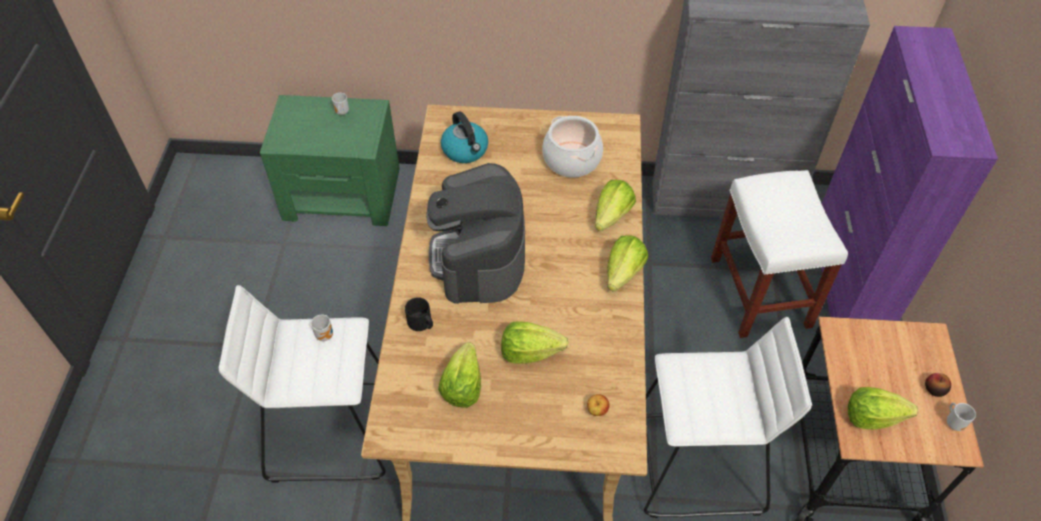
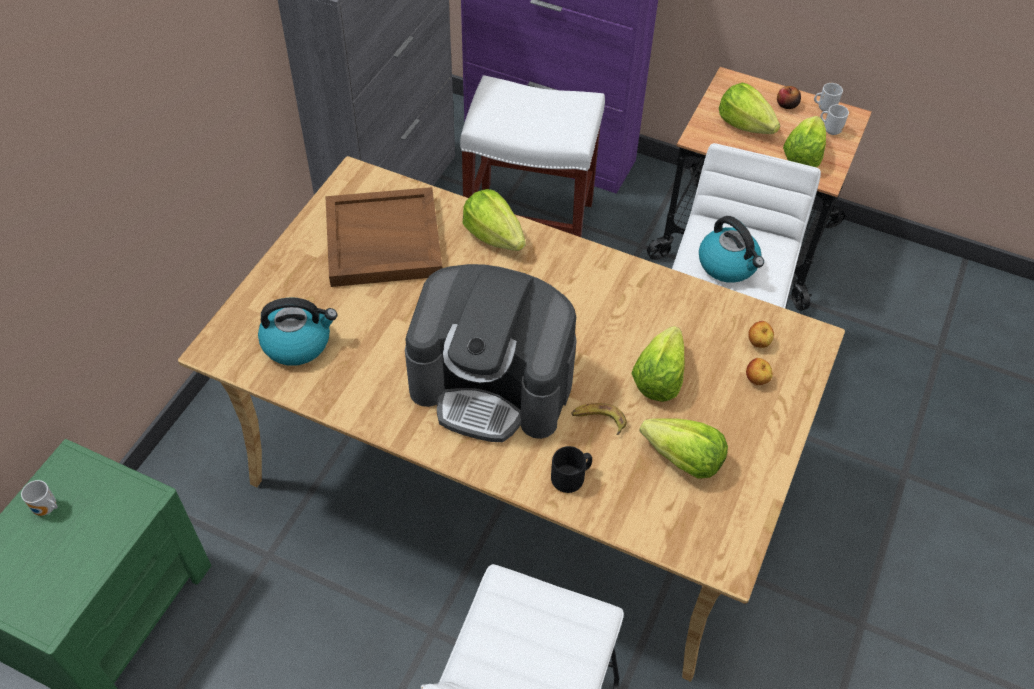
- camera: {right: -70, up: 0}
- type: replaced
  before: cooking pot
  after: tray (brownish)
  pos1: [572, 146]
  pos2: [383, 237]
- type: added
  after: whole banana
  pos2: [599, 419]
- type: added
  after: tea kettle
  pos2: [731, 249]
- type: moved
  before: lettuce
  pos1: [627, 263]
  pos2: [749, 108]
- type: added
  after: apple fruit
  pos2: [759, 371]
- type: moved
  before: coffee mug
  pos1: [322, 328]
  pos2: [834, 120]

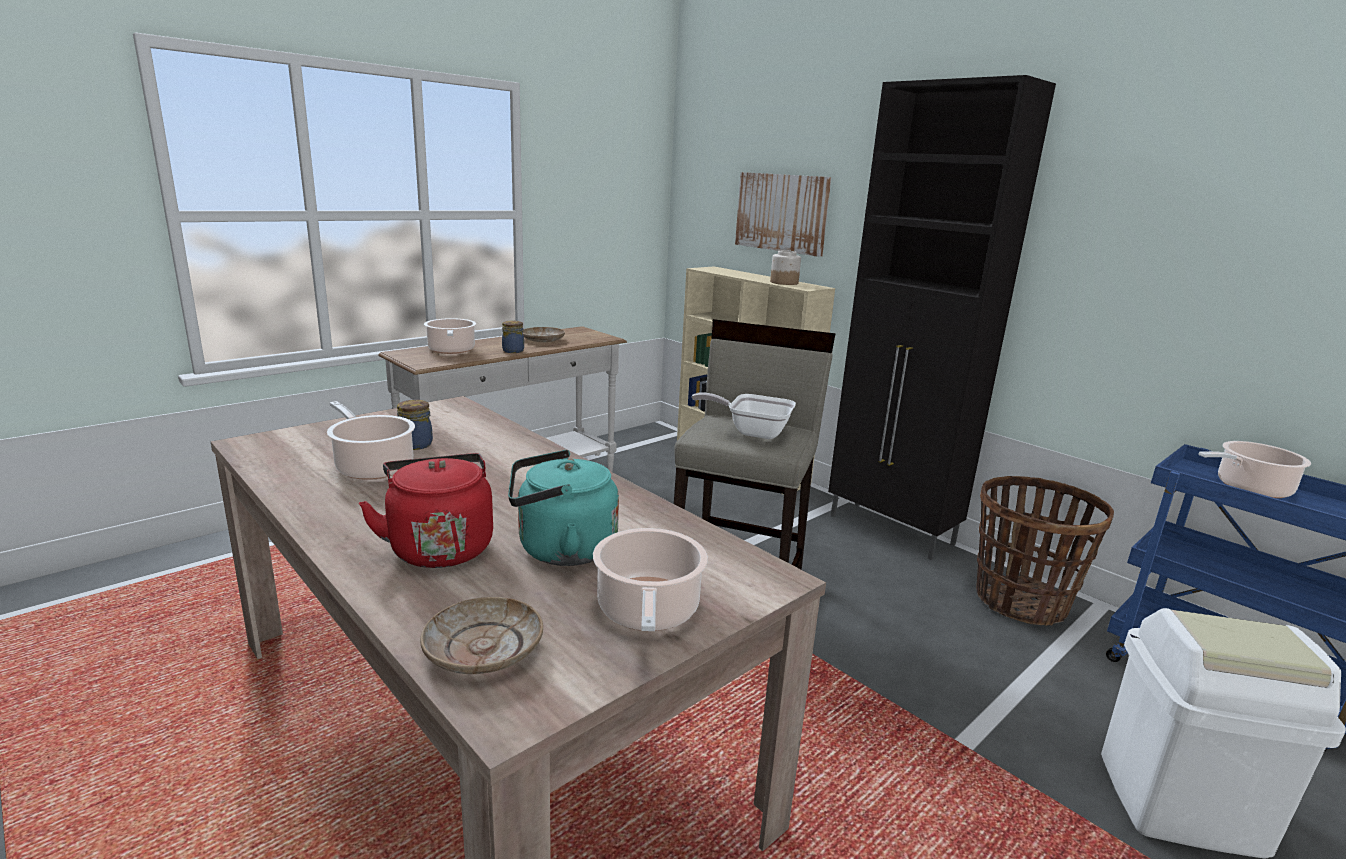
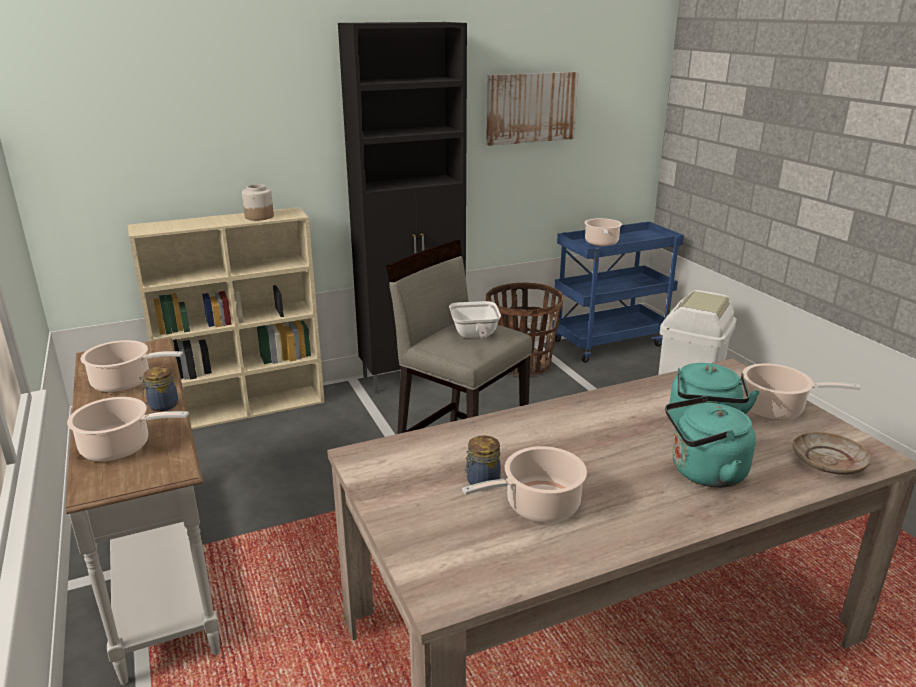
- camera: {right: -70, up: 5}
- type: replaced
  before: flat dish (beige)
  after: cooking pot
  pos1: [544, 334]
  pos2: [132, 366]
- type: turned
  before: pan
  pos1: [744, 415]
  pos2: [475, 320]
  turn: -45
- type: moved
  before: wall art
  pos1: [783, 214]
  pos2: [532, 109]
- type: recoloured
  before: tea kettle (reddish)
  after: tea kettle (blue-green)
  pos1: [426, 510]
  pos2: [710, 442]

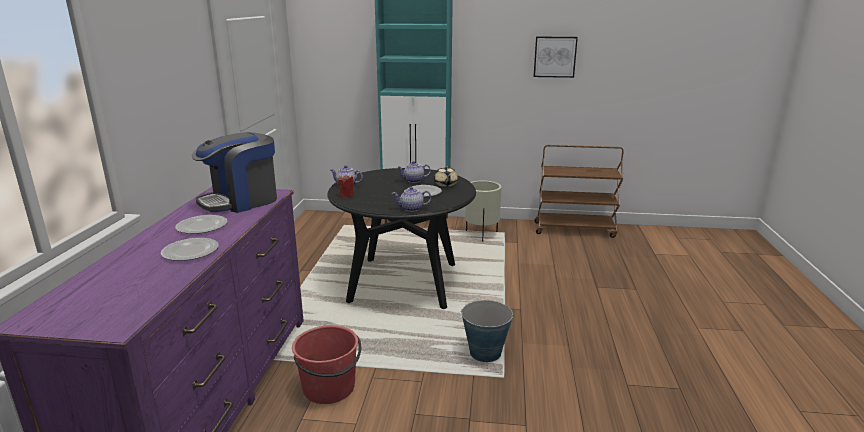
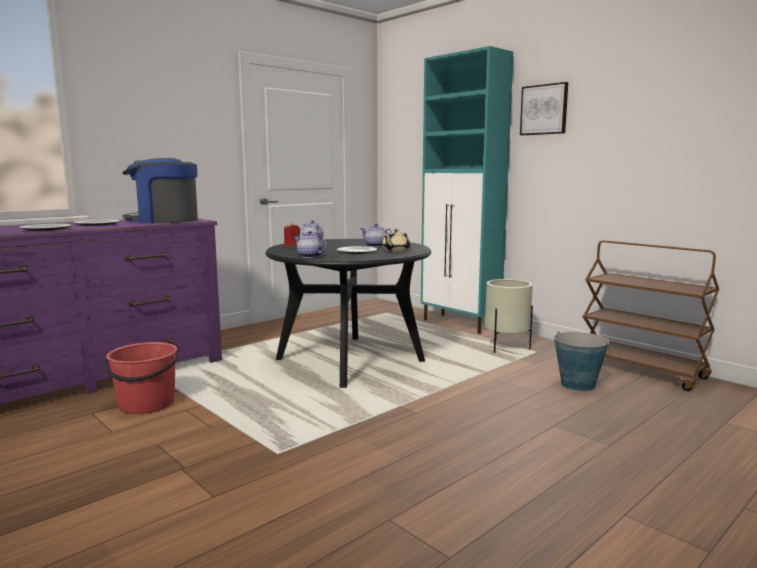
- camera: {right: 40, up: -10}
- type: moved
  before: wall art
  pos1: [555, 57]
  pos2: [544, 108]
- type: moved
  before: water bucket
  pos1: [487, 331]
  pos2: [582, 361]

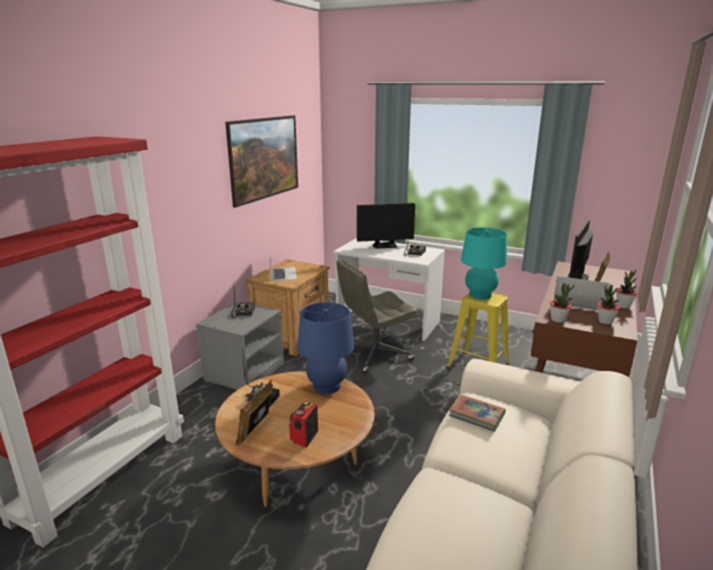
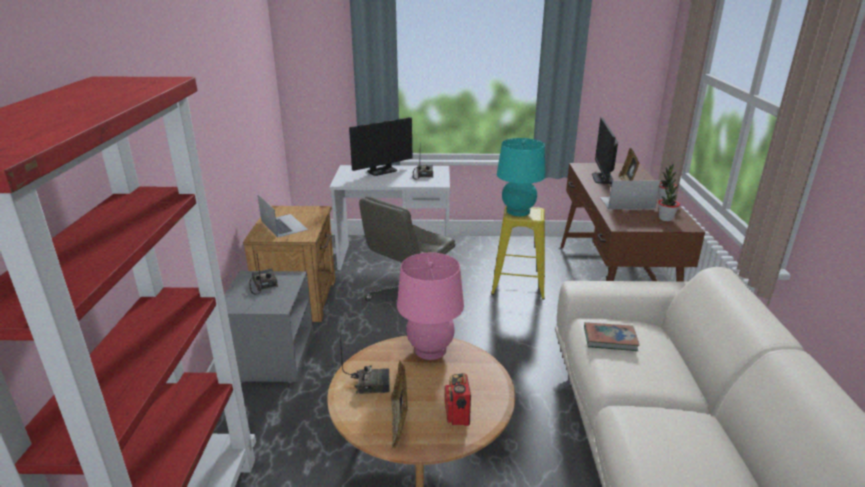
- camera: {right: -25, up: 5}
- type: recoloured
  before: lamp for a table (blue-coloured)
  after: lamp for a table (pinkish)
  pos1: [325, 348]
  pos2: [430, 306]
- type: removed
  before: wall art
  pos1: [261, 161]
- type: removed
  before: plant in a pot
  pos1: [562, 303]

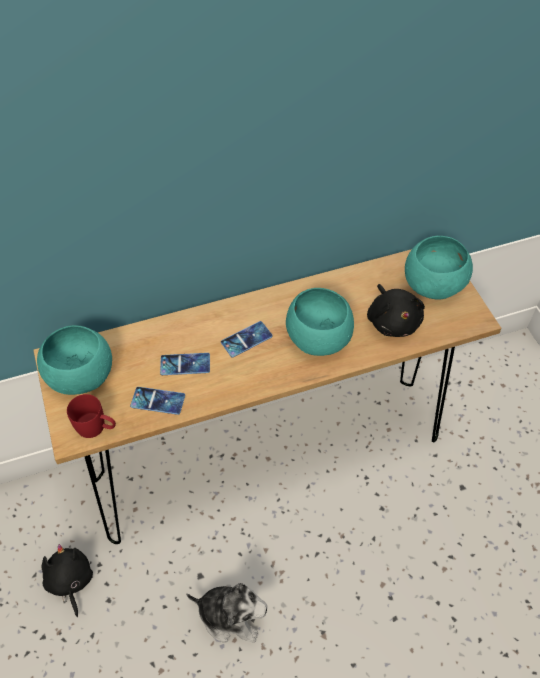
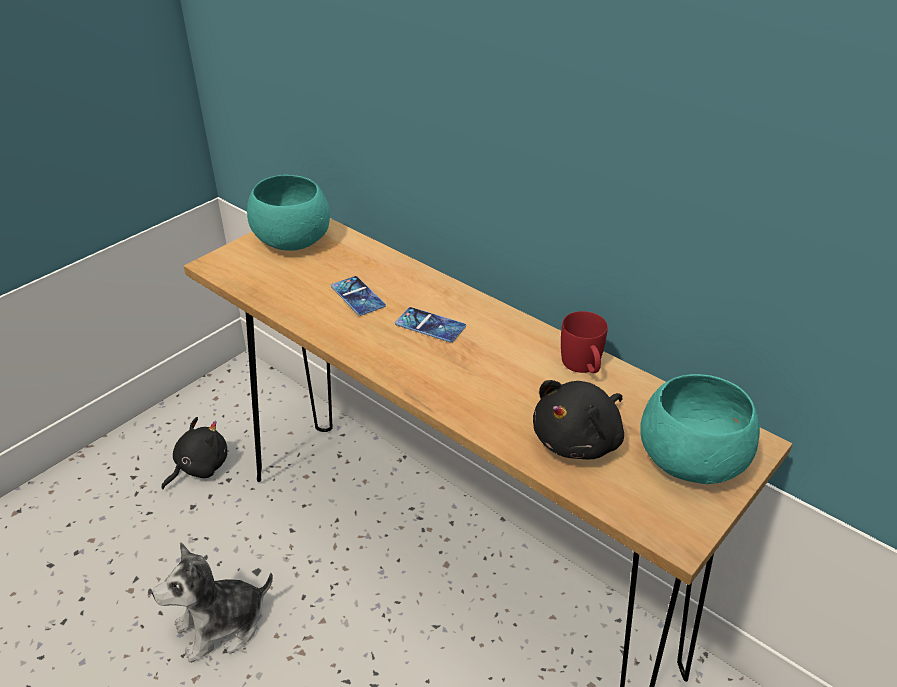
- camera: {right: 60, up: -15}
- type: turned
  before: soft toy
  pos1: [226, 613]
  pos2: [212, 602]
  turn: 75
- type: moved
  before: coffee mug (reddish)
  pos1: [91, 416]
  pos2: [584, 342]
- type: removed
  before: telephone
  pos1: [157, 401]
- type: removed
  before: serving bowl (blue-green)
  pos1: [320, 322]

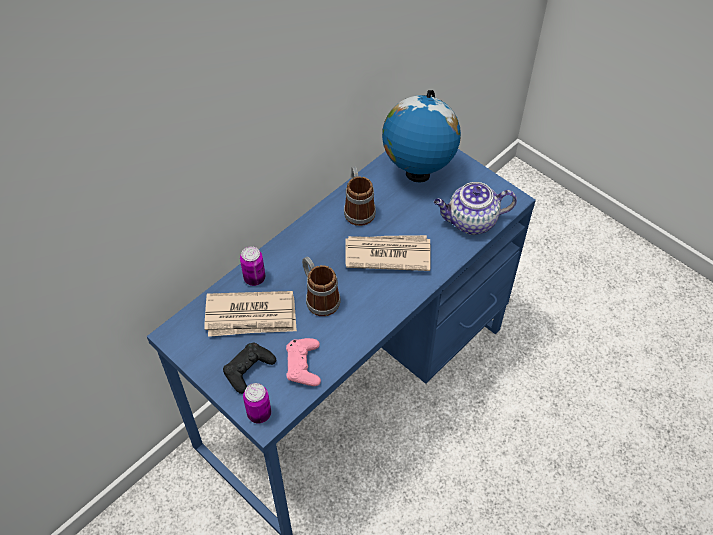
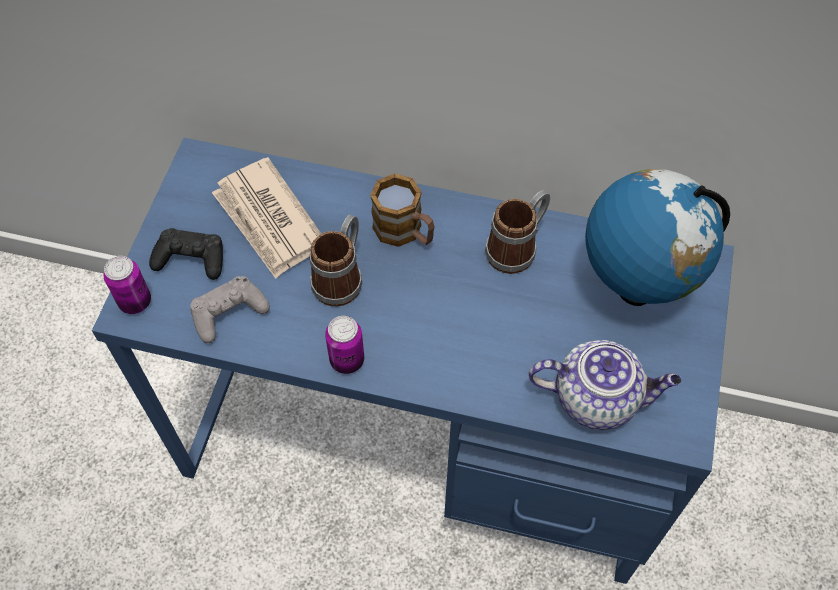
- camera: {right: 60, up: 5}
- type: recoloured
  before: game controller (pinkish)
  after: game controller (greyish)
  pos1: [303, 362]
  pos2: [230, 309]
- type: moved
  before: sealed can
  pos1: [252, 266]
  pos2: [344, 345]
- type: added
  after: coffee mug
  pos2: [402, 210]
- type: turned
  before: teapot
  pos1: [475, 208]
  pos2: [605, 385]
  turn: 135
- type: removed
  before: daily paper
  pos1: [387, 253]

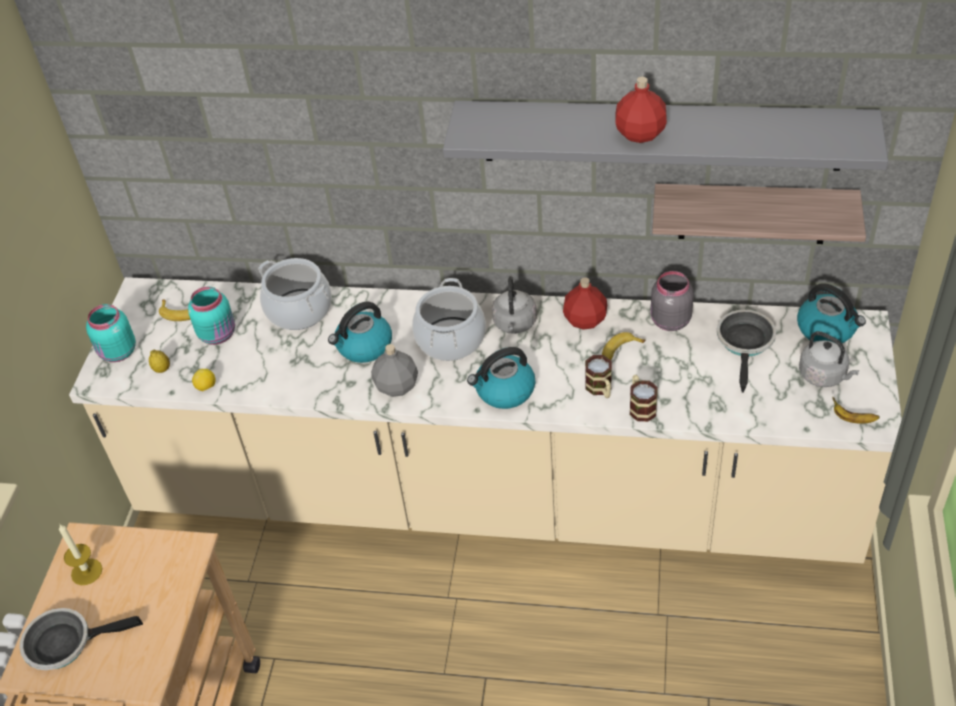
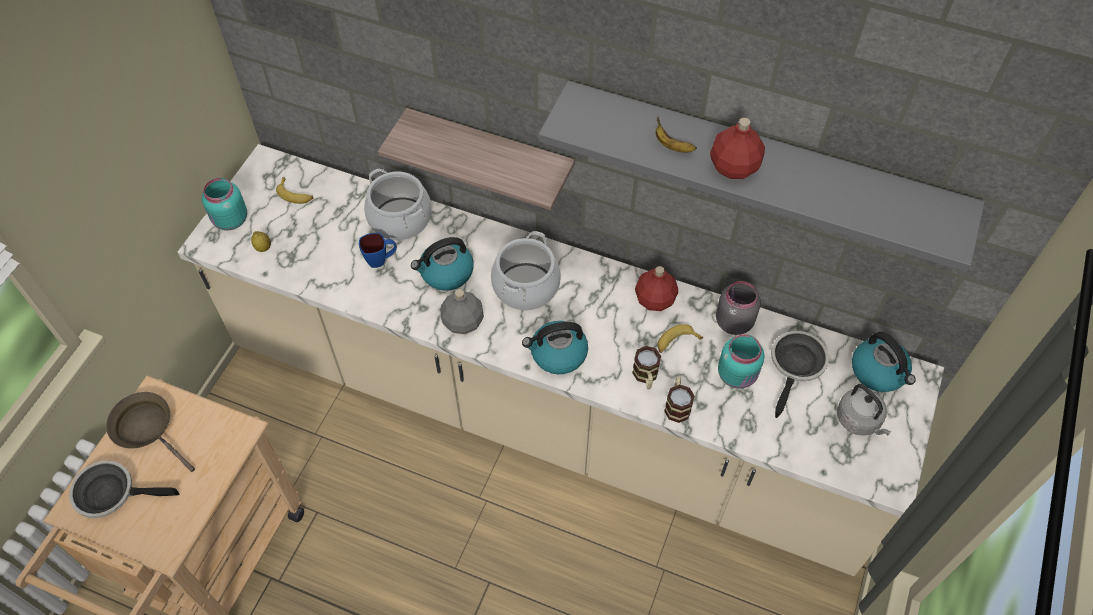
- camera: {right: 10, up: 10}
- type: replaced
  before: wax candle
  after: pan (brownish)
  pos1: [80, 554]
  pos2: [150, 432]
- type: added
  after: coffee mug (blue-coloured)
  pos2: [378, 250]
- type: moved
  before: bracket shelf
  pos1: [759, 214]
  pos2: [476, 159]
- type: moved
  before: whole banana
  pos1: [856, 410]
  pos2: [676, 134]
- type: moved
  before: jar (blue-green)
  pos1: [211, 315]
  pos2: [741, 361]
- type: removed
  before: whole lemon
  pos1: [204, 380]
- type: removed
  before: tea kettle (greyish)
  pos1: [514, 305]

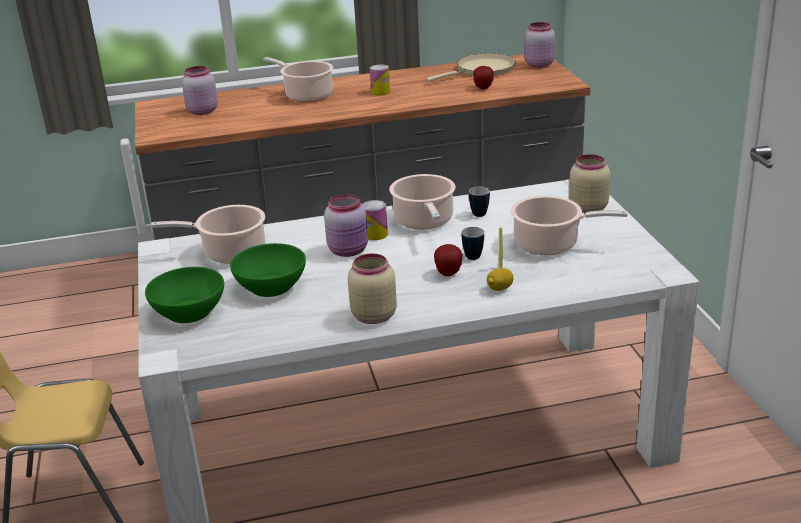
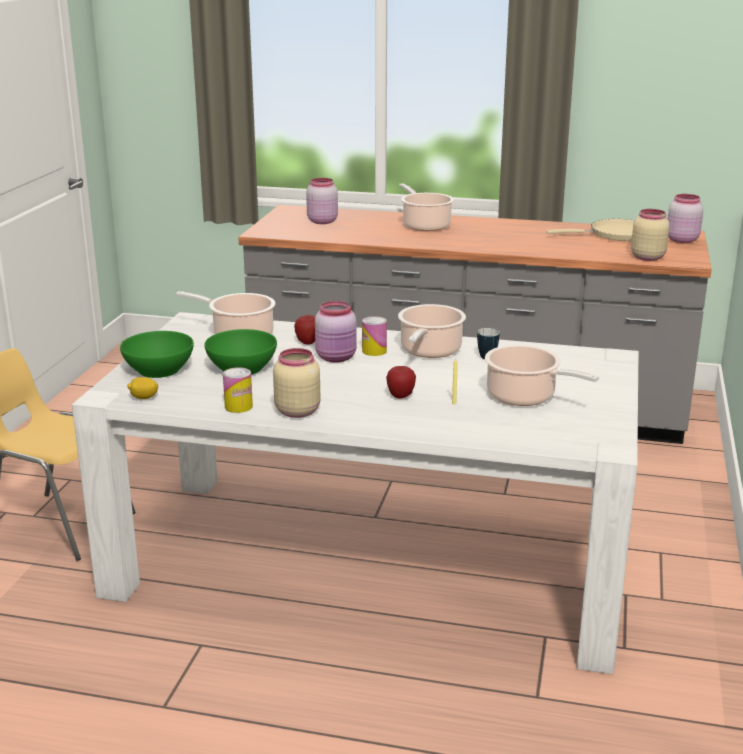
- camera: {right: 25, up: -5}
- type: moved
  before: whole lemon
  pos1: [500, 279]
  pos2: [142, 388]
- type: moved
  before: sealed can
  pos1: [380, 79]
  pos2: [238, 390]
- type: moved
  before: apple fruit
  pos1: [483, 78]
  pos2: [304, 330]
- type: moved
  before: jar (beige)
  pos1: [589, 183]
  pos2: [650, 235]
- type: removed
  before: coffee mug
  pos1: [472, 243]

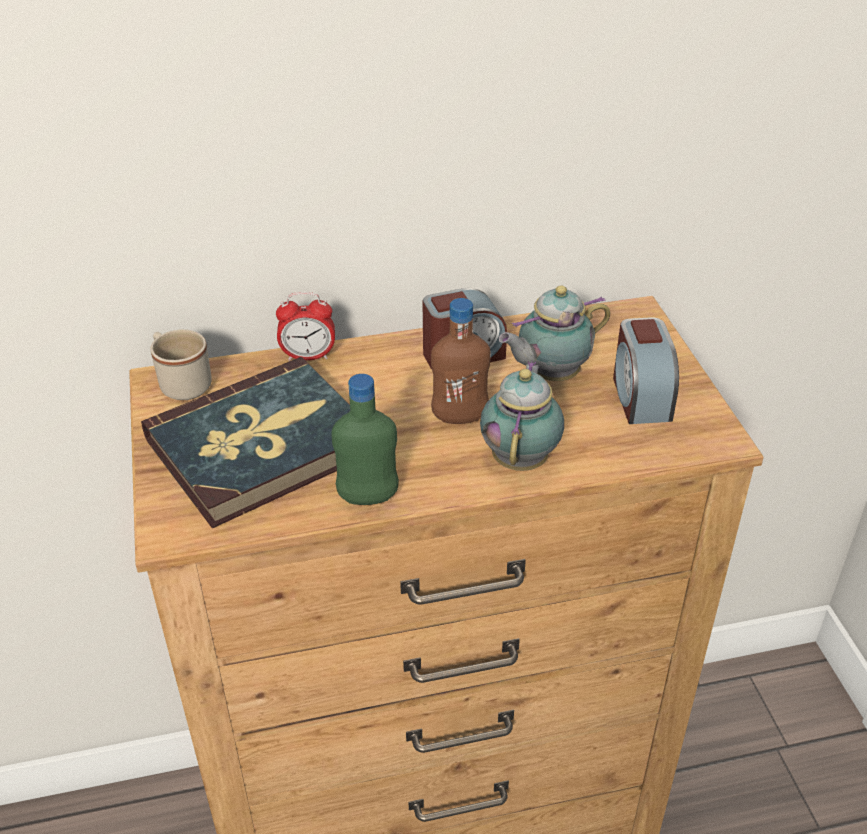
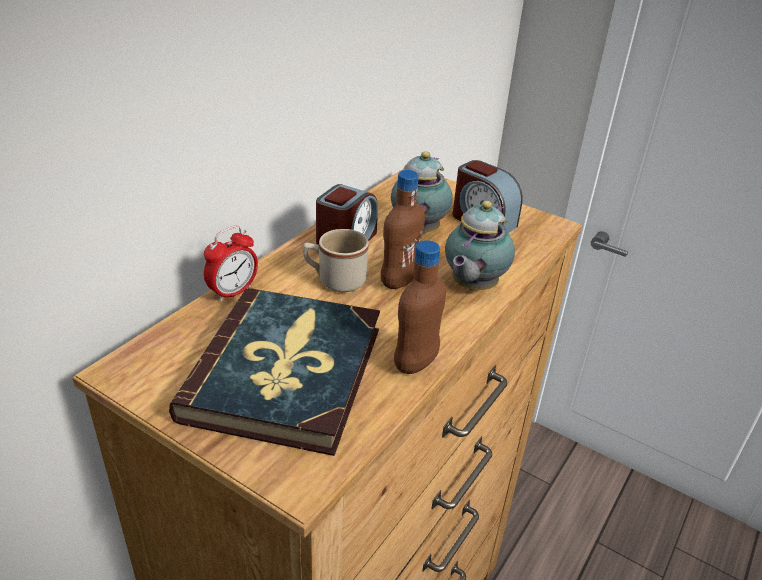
- camera: {right: -45, up: -5}
- type: moved
  before: coffee mug (beige)
  pos1: [181, 364]
  pos2: [336, 260]
- type: recoloured
  before: drink bottle (green)
  after: drink bottle (brownish)
  pos1: [365, 439]
  pos2: [420, 307]
- type: turned
  before: teapot
  pos1: [522, 416]
  pos2: [480, 245]
  turn: -120

